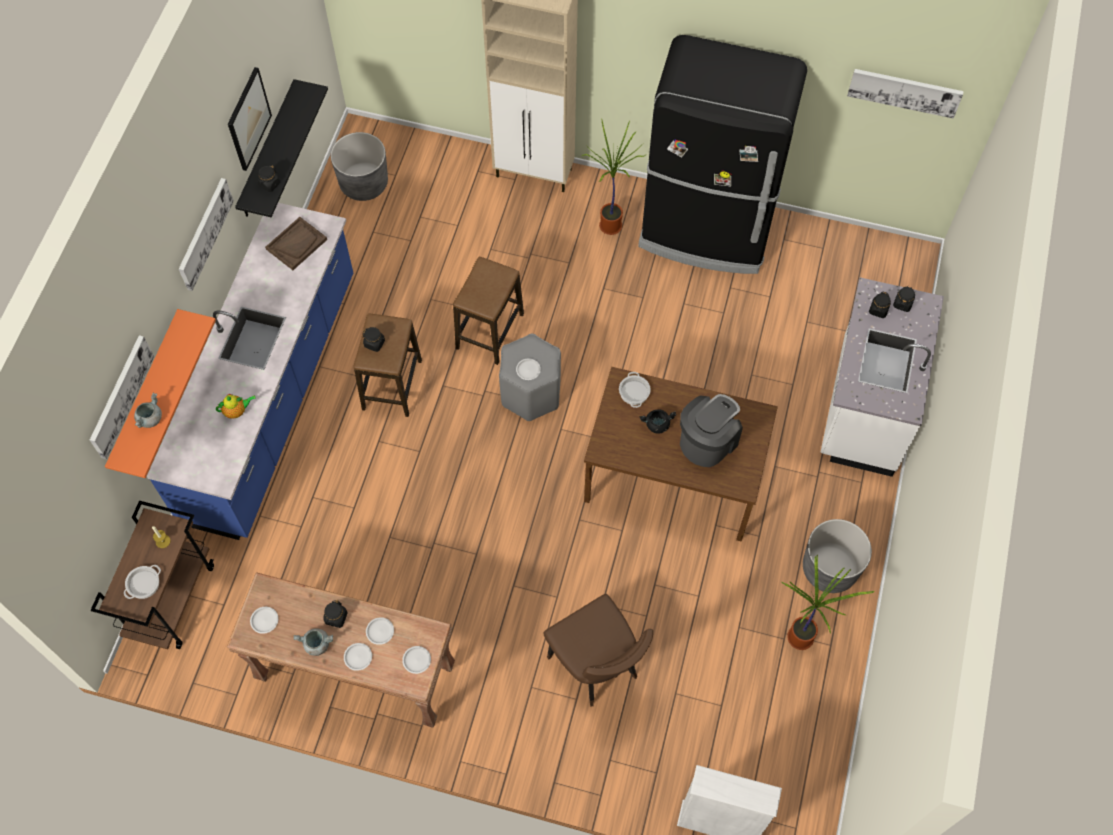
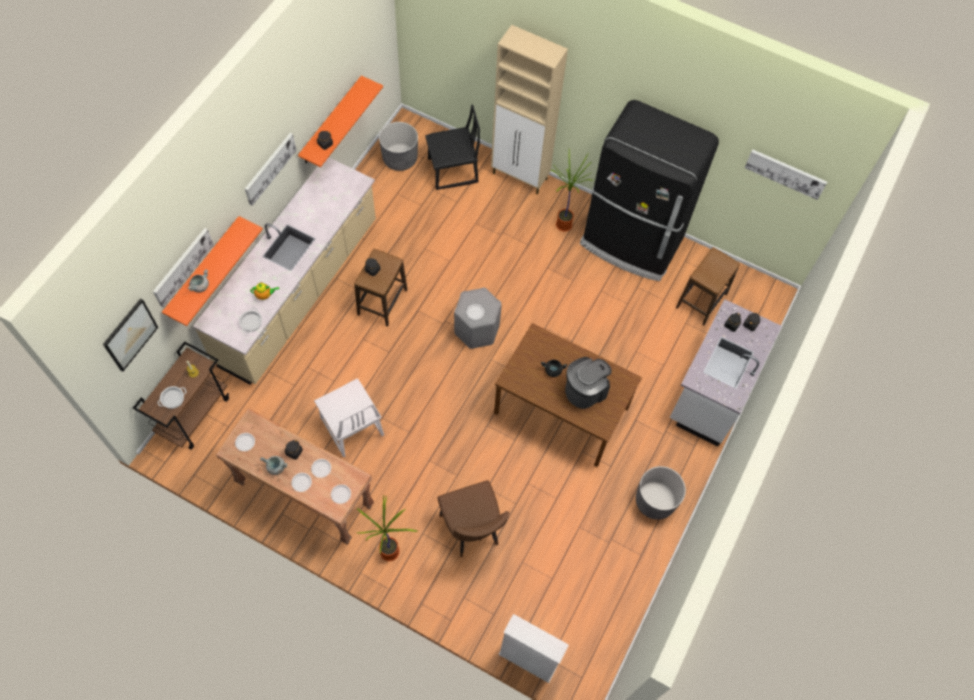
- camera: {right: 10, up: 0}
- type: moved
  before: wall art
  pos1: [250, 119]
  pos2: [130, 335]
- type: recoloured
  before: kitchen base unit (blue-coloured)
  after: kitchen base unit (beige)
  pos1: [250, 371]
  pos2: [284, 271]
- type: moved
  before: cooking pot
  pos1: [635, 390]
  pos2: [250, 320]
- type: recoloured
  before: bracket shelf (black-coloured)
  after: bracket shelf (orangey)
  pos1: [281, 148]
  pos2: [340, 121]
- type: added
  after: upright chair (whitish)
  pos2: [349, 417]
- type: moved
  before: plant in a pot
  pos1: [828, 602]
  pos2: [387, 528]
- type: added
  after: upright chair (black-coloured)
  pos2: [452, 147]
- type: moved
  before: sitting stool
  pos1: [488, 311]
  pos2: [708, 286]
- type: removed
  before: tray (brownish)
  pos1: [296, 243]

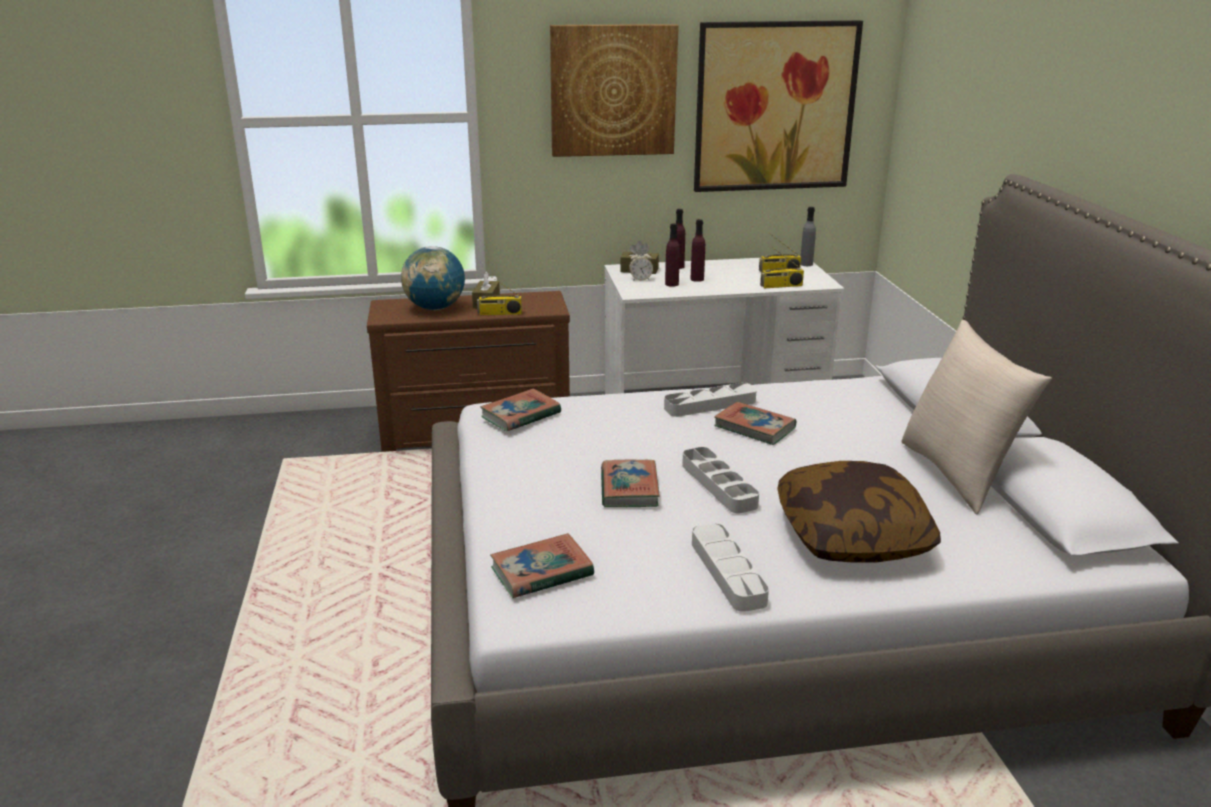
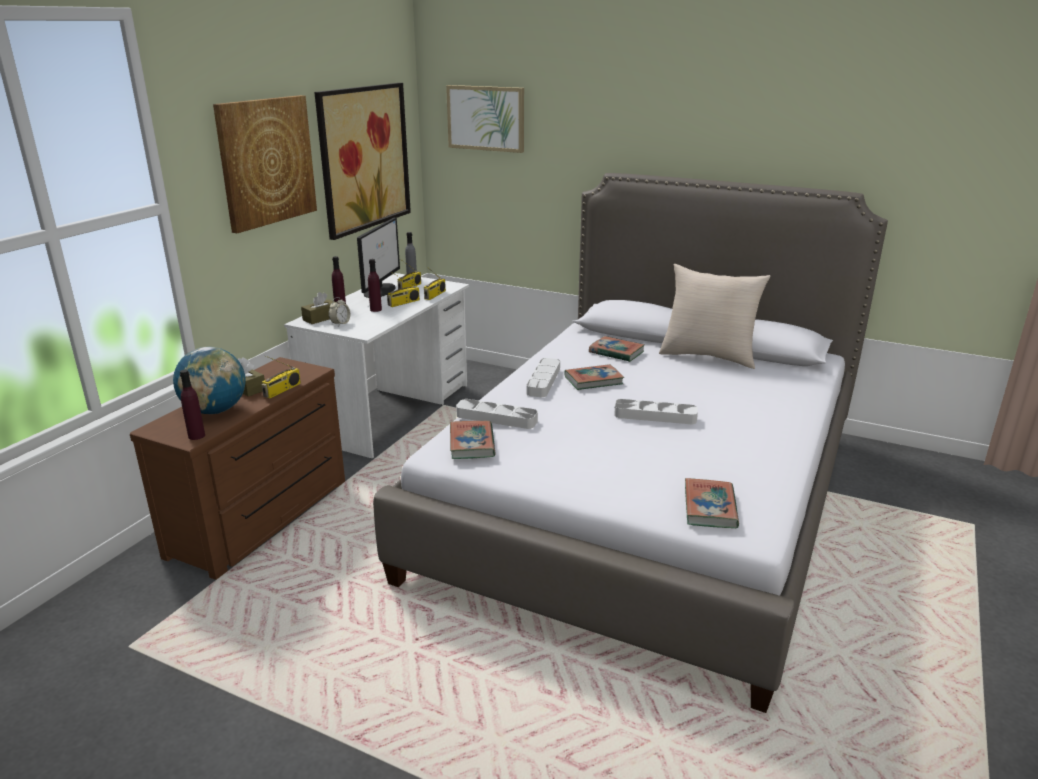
- camera: {right: -55, up: 0}
- type: moved
  before: drink bottle (purple)
  pos1: [672, 255]
  pos2: [192, 405]
- type: added
  after: computer screen
  pos2: [378, 258]
- type: added
  after: radio receiver
  pos2: [403, 289]
- type: added
  after: wall art
  pos2: [485, 119]
- type: moved
  before: tray (greyish)
  pos1: [730, 567]
  pos2: [497, 414]
- type: moved
  before: book
  pos1: [630, 483]
  pos2: [617, 349]
- type: removed
  before: throw pillow
  pos1: [859, 511]

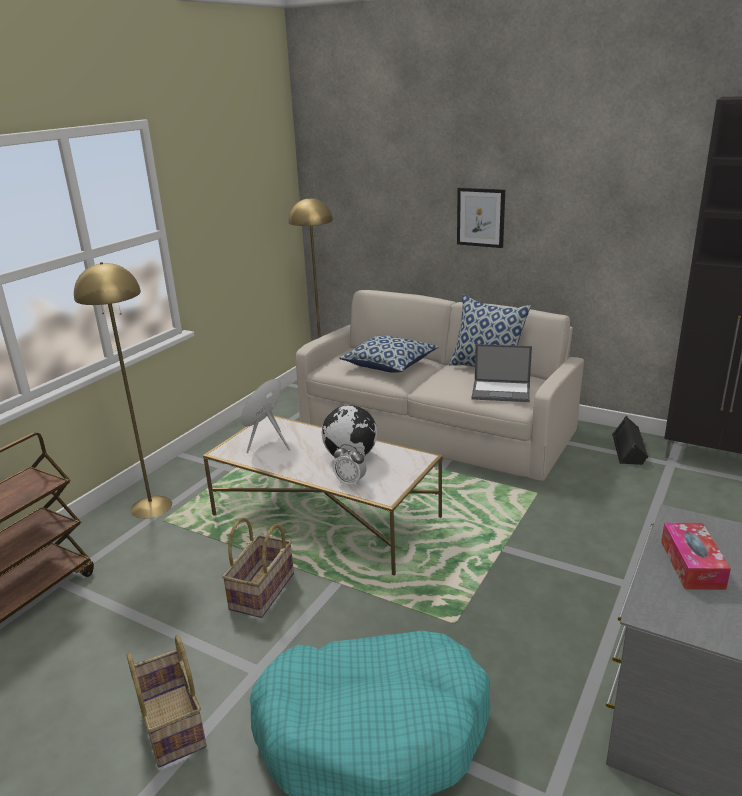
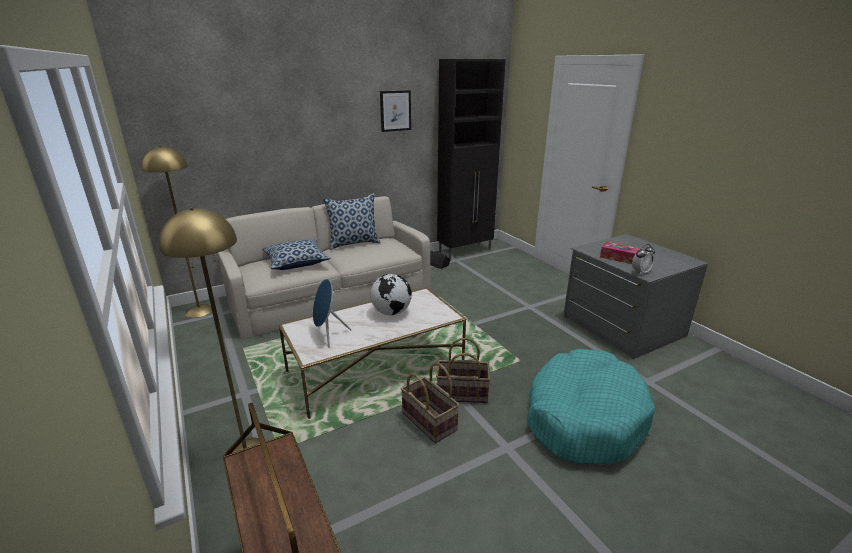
- camera: {right: -60, up: 0}
- type: moved
  before: wall art
  pos1: [481, 218]
  pos2: [395, 111]
- type: moved
  before: basket
  pos1: [167, 701]
  pos2: [463, 370]
- type: moved
  before: table clock
  pos1: [350, 465]
  pos2: [643, 259]
- type: removed
  before: notebook computer
  pos1: [502, 373]

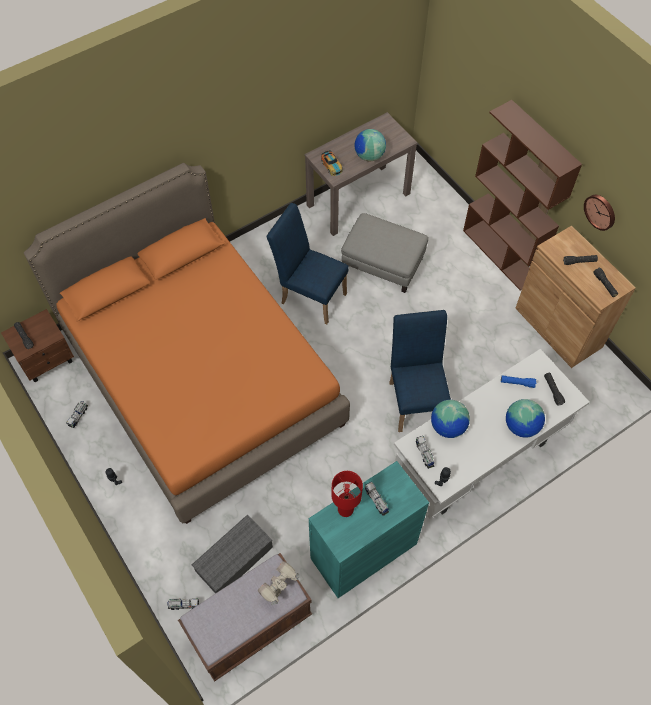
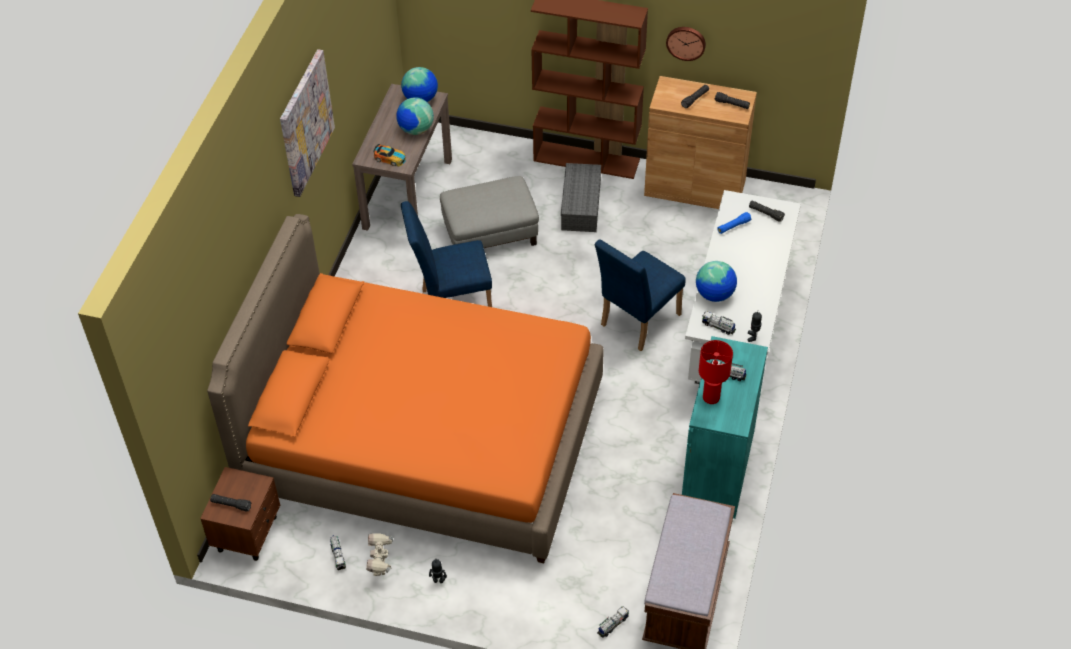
- camera: {right: -40, up: -10}
- type: added
  after: wall art
  pos2: [307, 123]
- type: moved
  before: model robot
  pos1: [278, 583]
  pos2: [379, 554]
- type: moved
  before: globe
  pos1: [525, 418]
  pos2: [419, 84]
- type: moved
  before: storage container (greyish)
  pos1: [232, 553]
  pos2: [581, 197]
- type: turned
  before: upright chair (blue-coloured)
  pos1: [420, 371]
  pos2: [640, 295]
  turn: -90

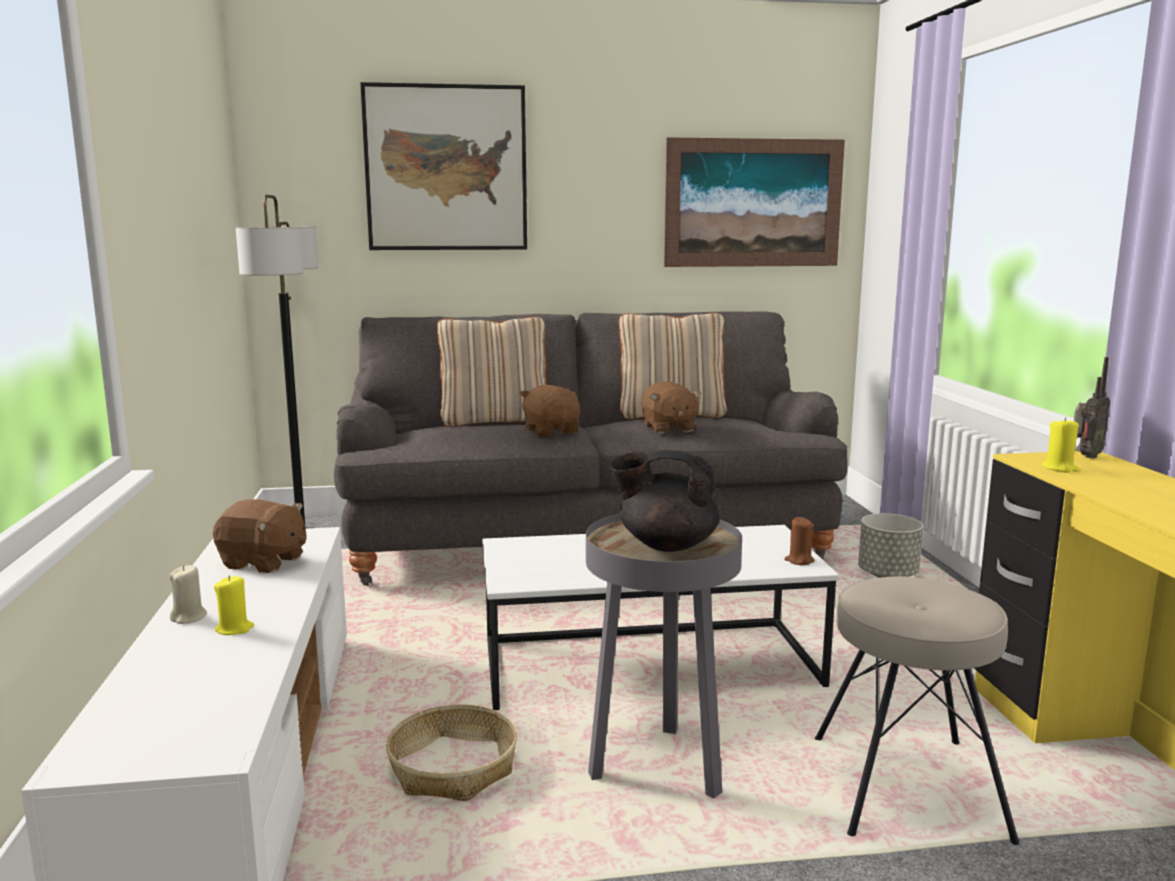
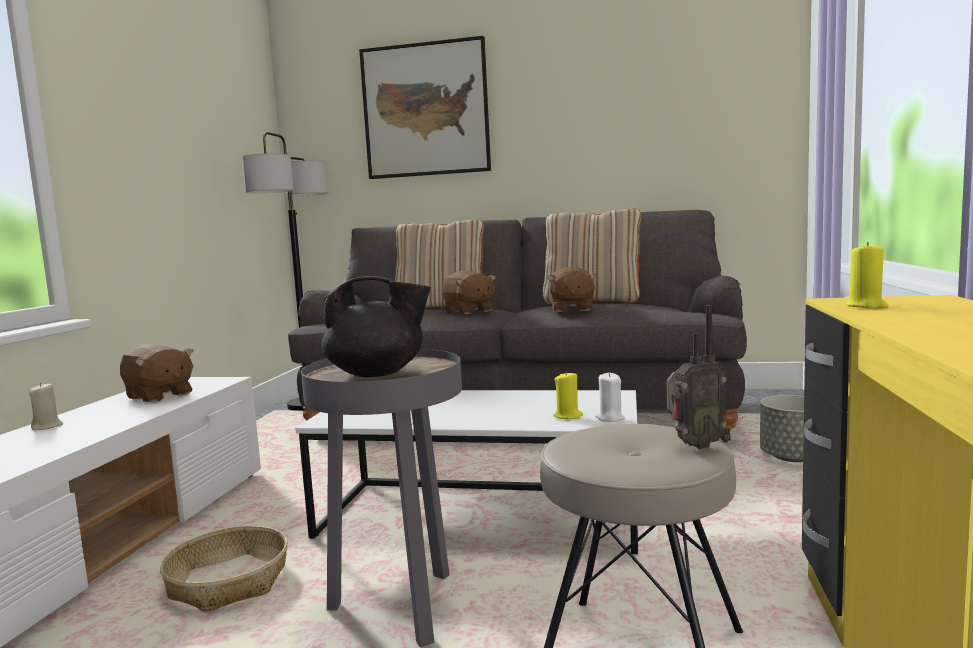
- camera: {right: 20, up: -5}
- type: turned
  before: teapot (black-coloured)
  pos1: [665, 501]
  pos2: [376, 326]
  turn: 150
- type: turned
  before: soft toy (brownish)
  pos1: [550, 410]
  pos2: [469, 292]
  turn: 150
- type: moved
  before: wax candle (yellowish)
  pos1: [234, 605]
  pos2: [568, 395]
- type: recoloured
  before: wax candle (brownish)
  after: wax candle (whitish)
  pos1: [799, 541]
  pos2: [610, 397]
- type: moved
  before: radio receiver
  pos1: [1092, 408]
  pos2: [696, 377]
- type: removed
  before: wall art
  pos1: [754, 202]

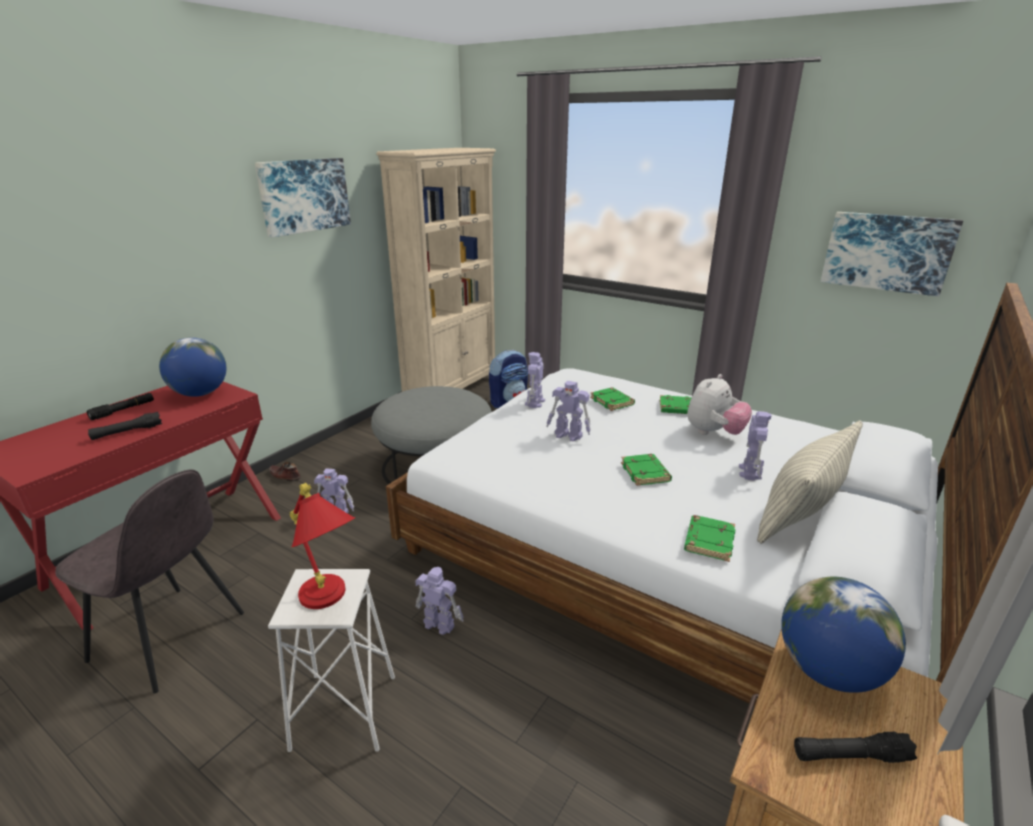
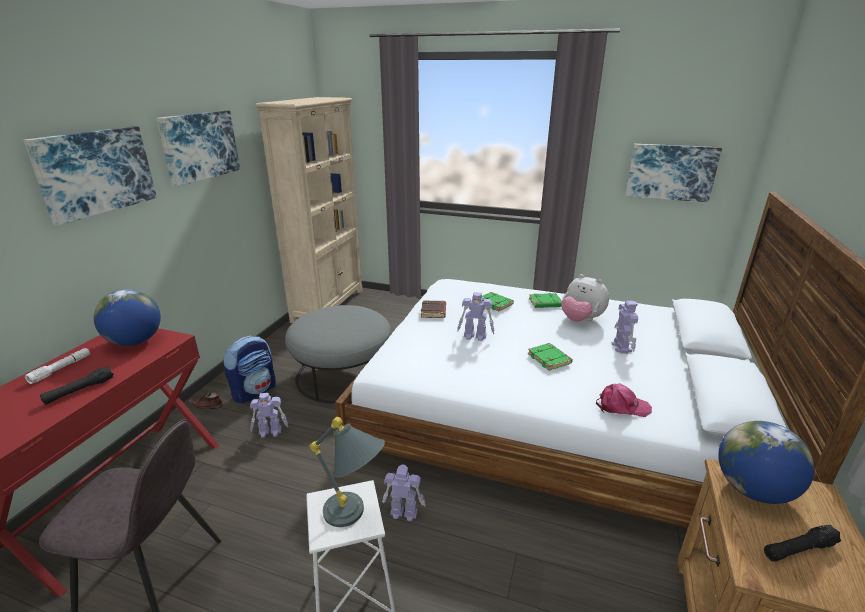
- camera: {right: -15, up: 0}
- type: added
  after: wall art
  pos2: [90, 175]
- type: recoloured
  before: hand torch (black-coloured)
  after: hand torch (whitish)
  pos1: [120, 406]
  pos2: [57, 366]
- type: moved
  before: rucksack
  pos1: [508, 379]
  pos2: [249, 369]
- type: recoloured
  before: lamp for a table (reddish)
  after: lamp for a table (greyish)
  pos1: [322, 546]
  pos2: [347, 472]
- type: replaced
  before: model robot
  after: book (brownish)
  pos1: [535, 380]
  pos2: [433, 309]
- type: turned
  before: soft toy
  pos1: [719, 404]
  pos2: [585, 298]
  turn: 105
- type: replaced
  before: book (green)
  after: baseball cap (pinkish)
  pos1: [709, 538]
  pos2: [624, 400]
- type: removed
  before: throw pillow
  pos1: [810, 482]

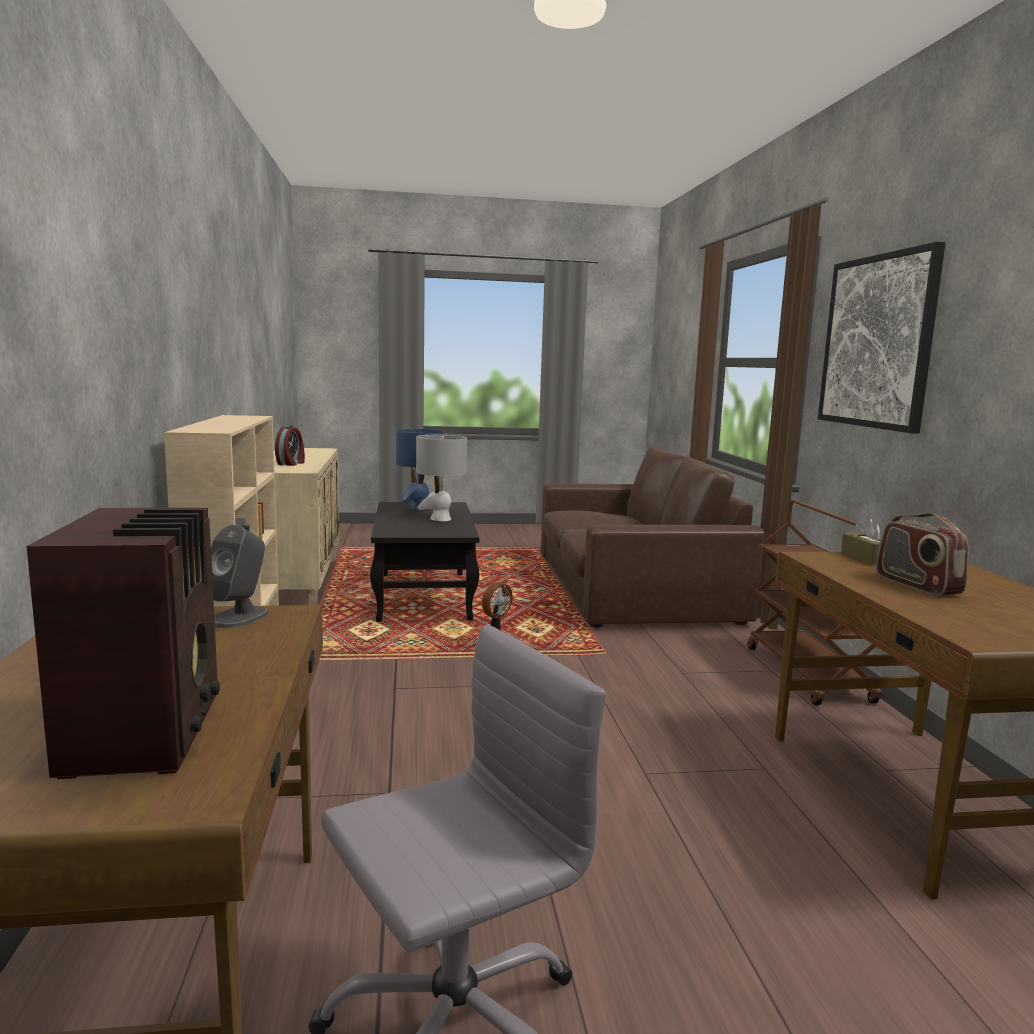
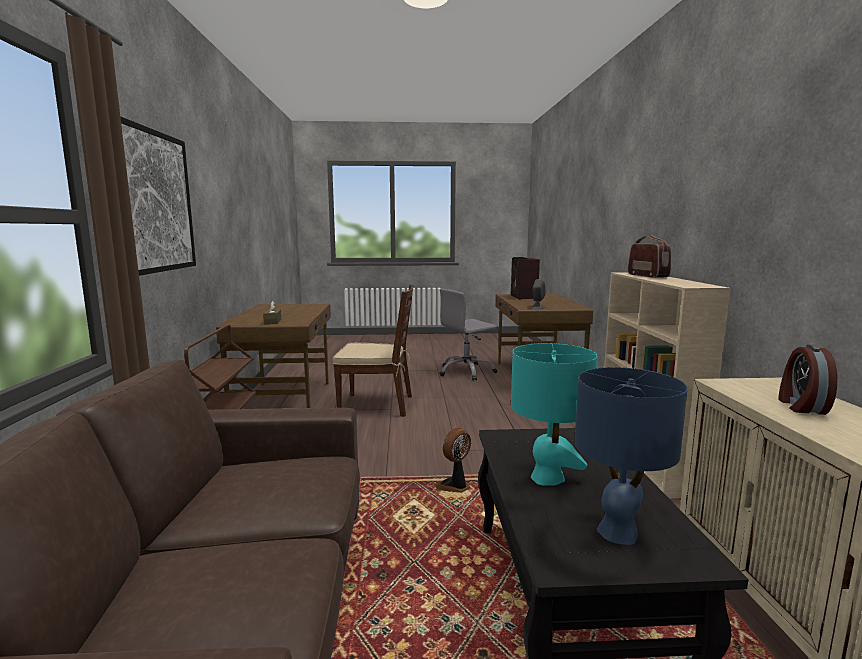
- camera: {right: -175, up: 0}
- type: added
  after: upright chair (brownish)
  pos2: [373, 351]
- type: recoloured
  before: lamp for a table (greyish)
  after: lamp for a table (blue-green)
  pos1: [441, 478]
  pos2: [554, 414]
- type: moved
  before: radio receiver
  pos1: [922, 554]
  pos2: [649, 256]

